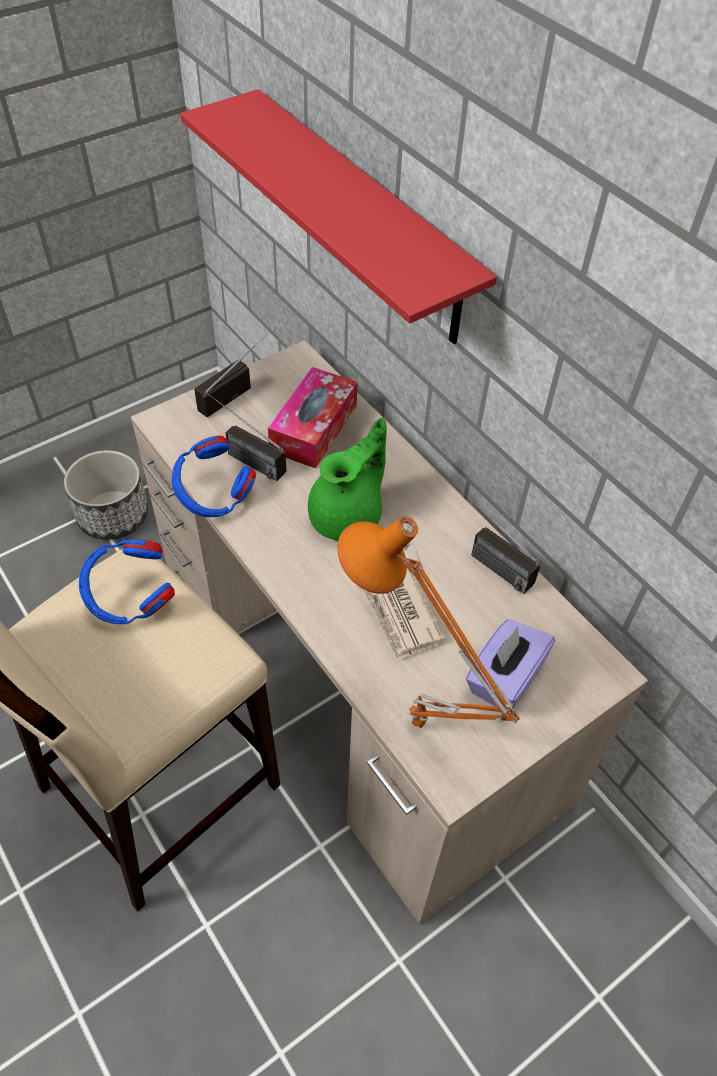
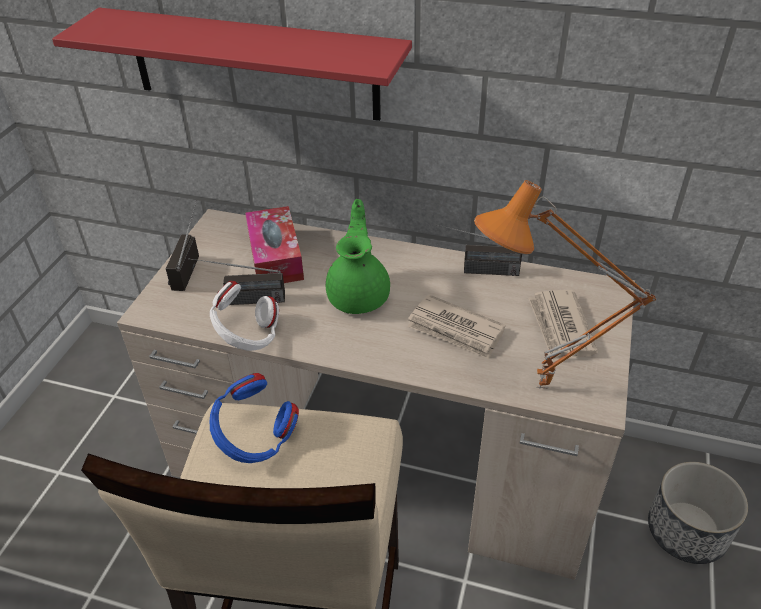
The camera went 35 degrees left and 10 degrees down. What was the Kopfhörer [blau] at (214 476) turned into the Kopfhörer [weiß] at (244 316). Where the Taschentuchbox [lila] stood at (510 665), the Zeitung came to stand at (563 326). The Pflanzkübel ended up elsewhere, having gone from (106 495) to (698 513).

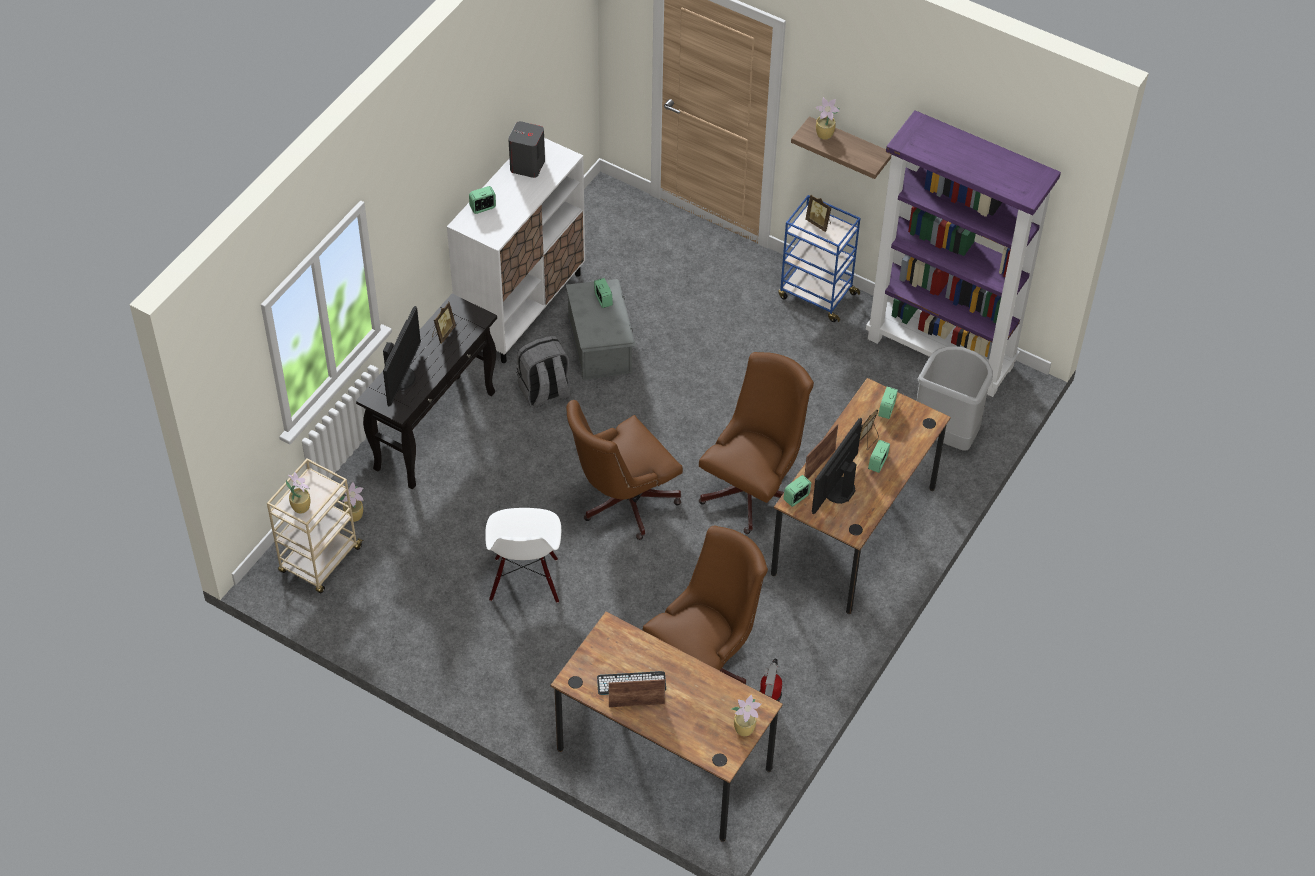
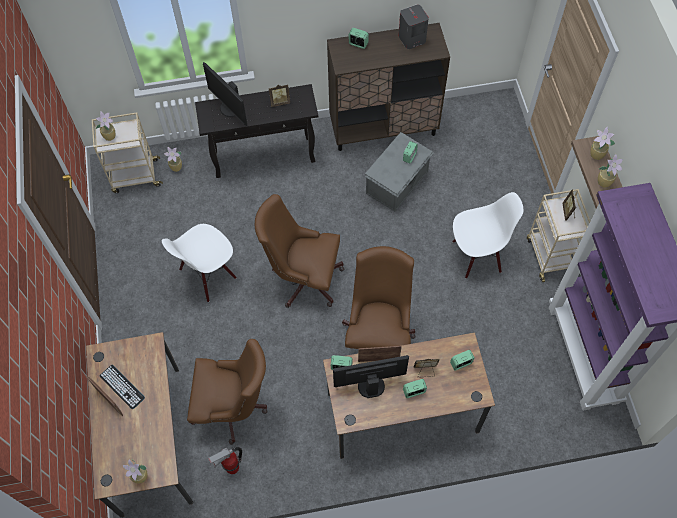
The camera went 50 degrees right and 10 degrees up. The Monitor at (402 356) ended up facing another way, 75 degrees clockwise from before. What was the Schrank [weiß] at (516 250) turned into the Schrank [braun] at (388 87). The Bürostuhl [braun] at (756 443) ended up facing another way, 75 degrees counterclockwise from before. The second view gained the Stuhl [weiß] at (487 235). What was the Rollwagen [blau] at (819 258) turned into the Rollwagen [beige] at (558 235). The second view gained the Topfpflanze at (610 171). The second view lost the Rucksack [grau] at (544 372). The second view lost the Mülleimer [grau] at (954 398).

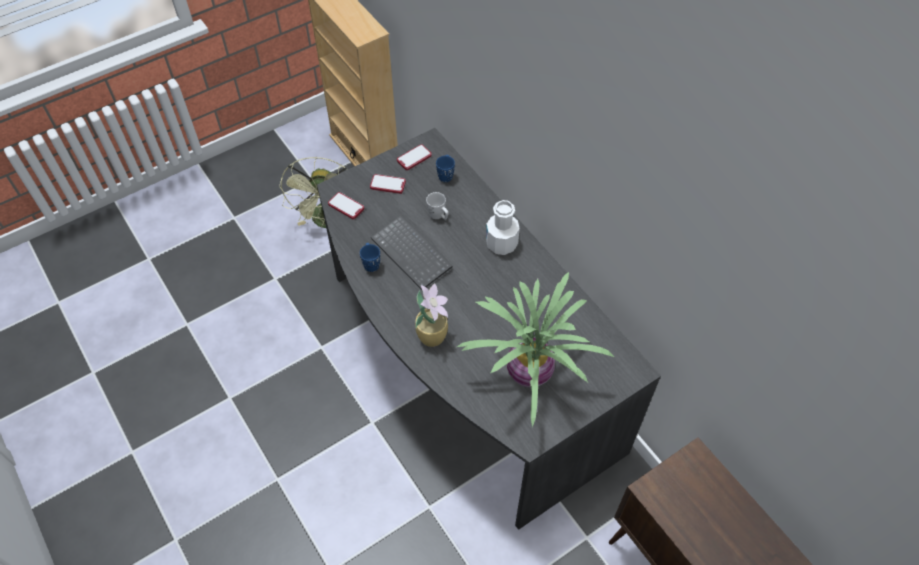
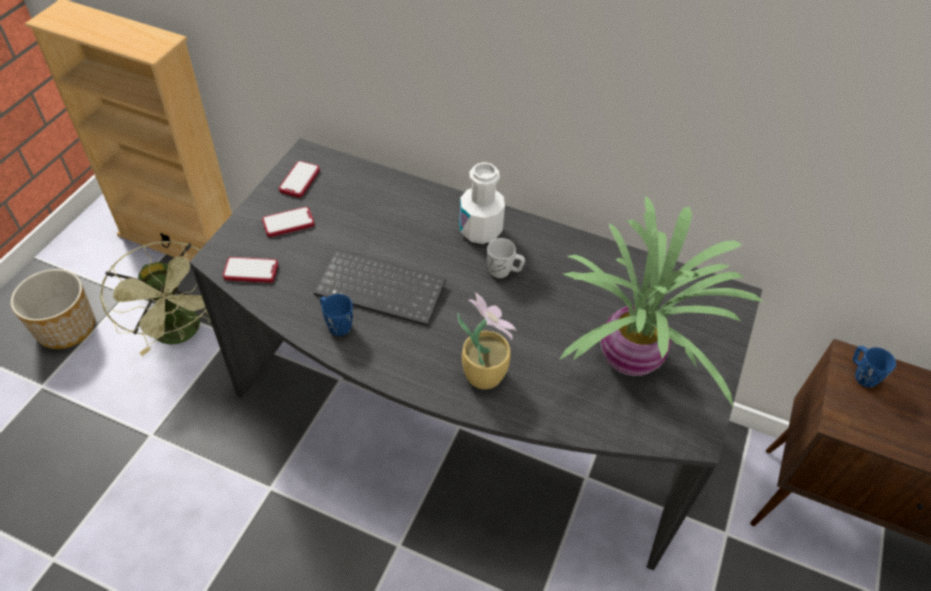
The camera went 35 degrees left and 5 degrees down. The second view gained the Pflanzkübel at (53 309). The Henkelbecher [weiß] ended up elsewhere, having gone from (437 206) to (506 258). The Henkelbecher [blau] ended up elsewhere, having gone from (445 168) to (874 367).

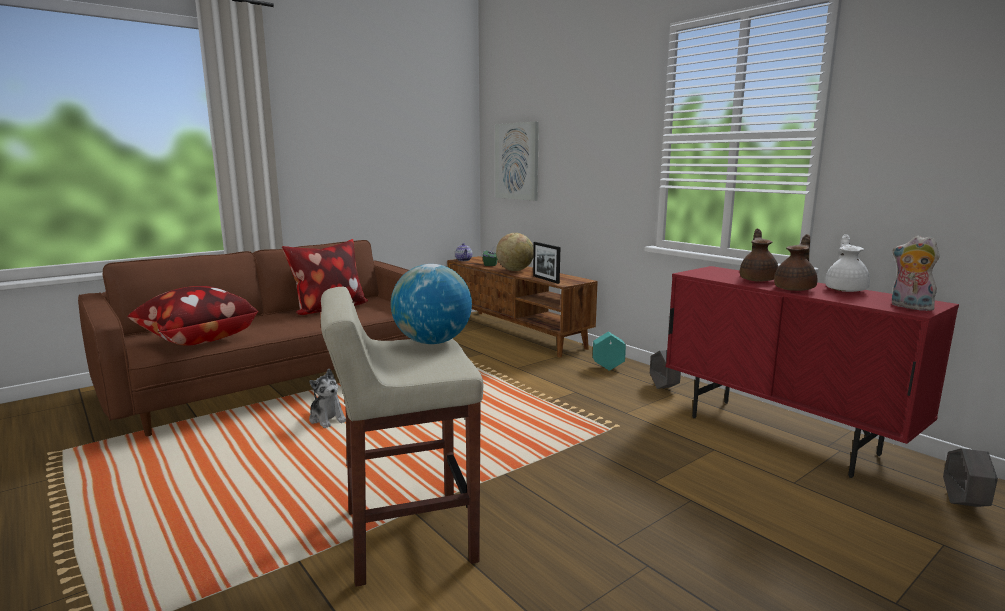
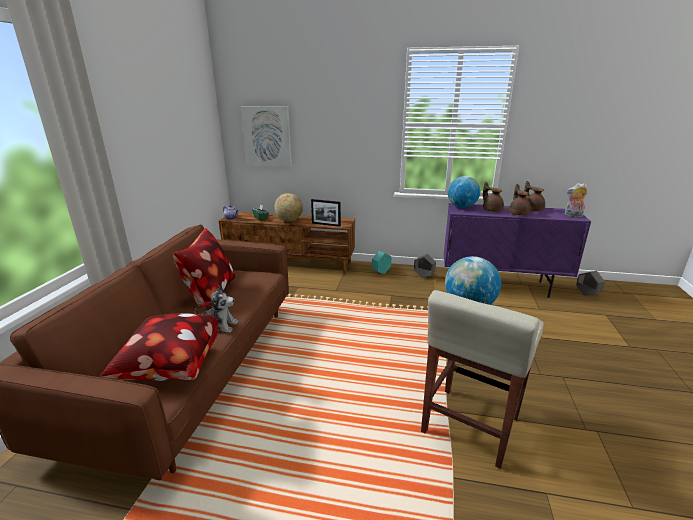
The camera went 40 degrees left and 10 degrees up. The Plüschtier ended up elsewhere, having gone from (327 398) to (216 309). What was the Schrank [rot] at (812 372) turned into the Schrank [lila] at (517 250). The second view gained the Globus at (464 192). What was the Teekanne [weiß] at (847 263) turned into the Teekanne [braun] at (534 196).

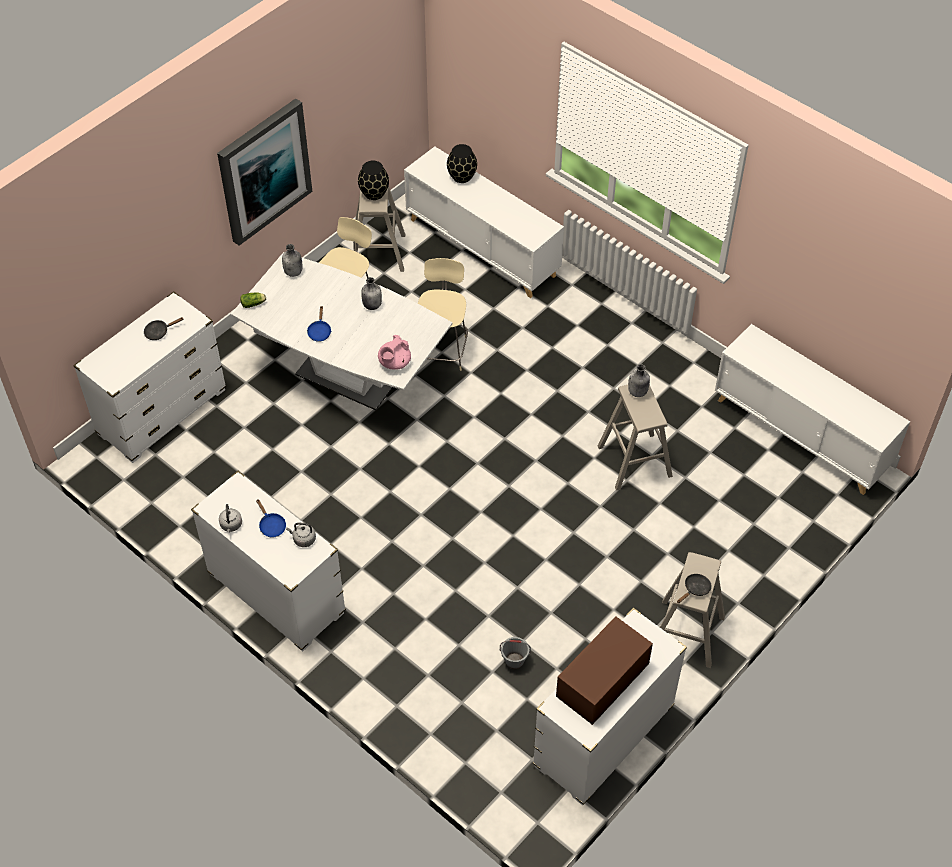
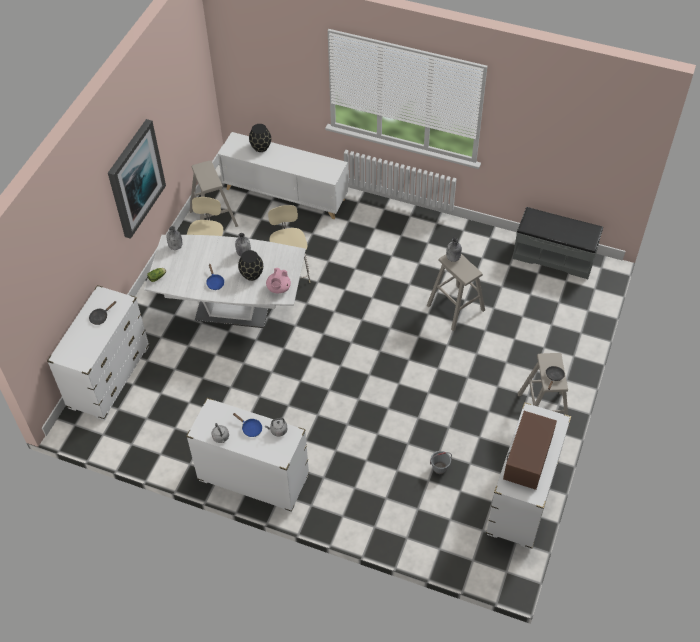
The camera went 20 degrees left and 0 degrees up. The Vase [schwarz] ended up elsewhere, having gone from (373 180) to (250 265). Where the Schrank [weiß] stood at (812 409), the Bank [grau] came to stand at (558 243).

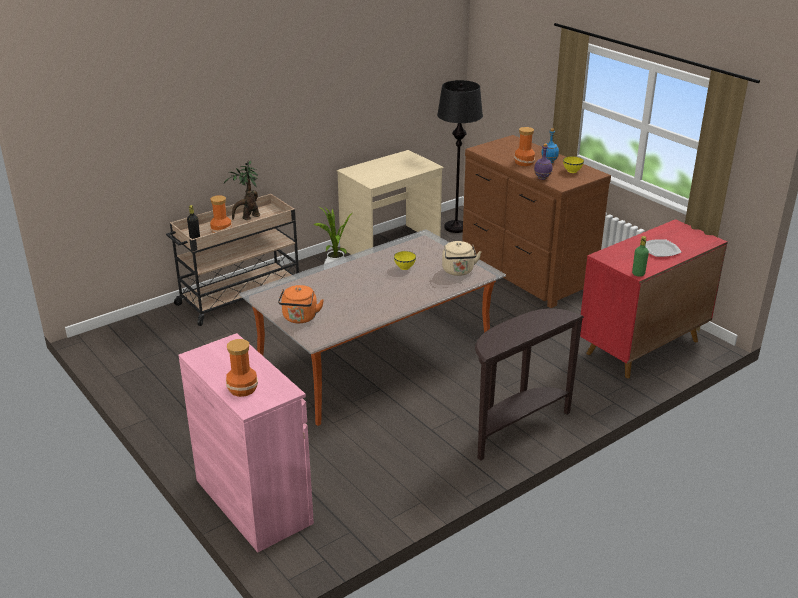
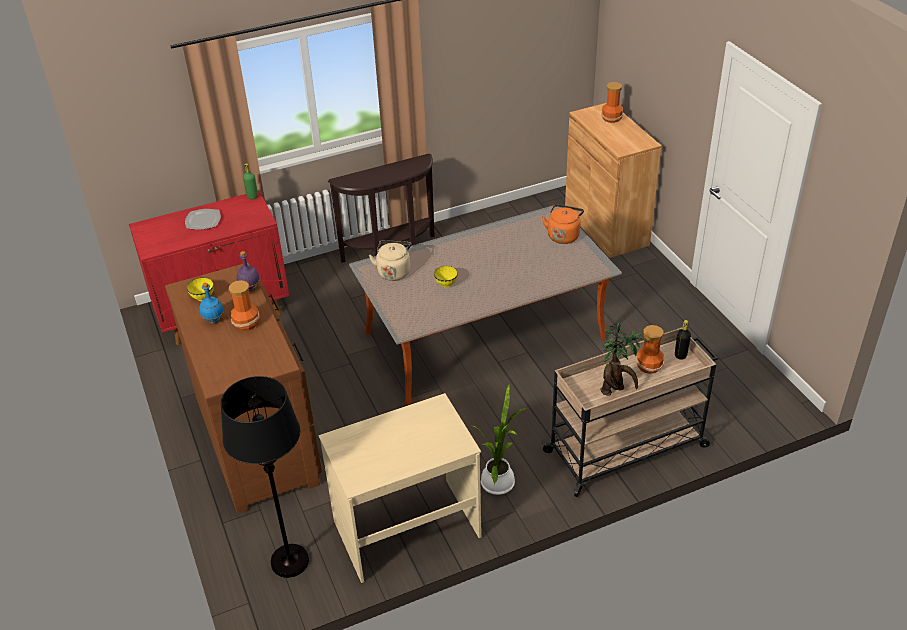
The camera went 165 degrees left and 10 degrees up. What was the Schrank [rosa] at (246 443) turned into the Schrank [braun] at (613 180).

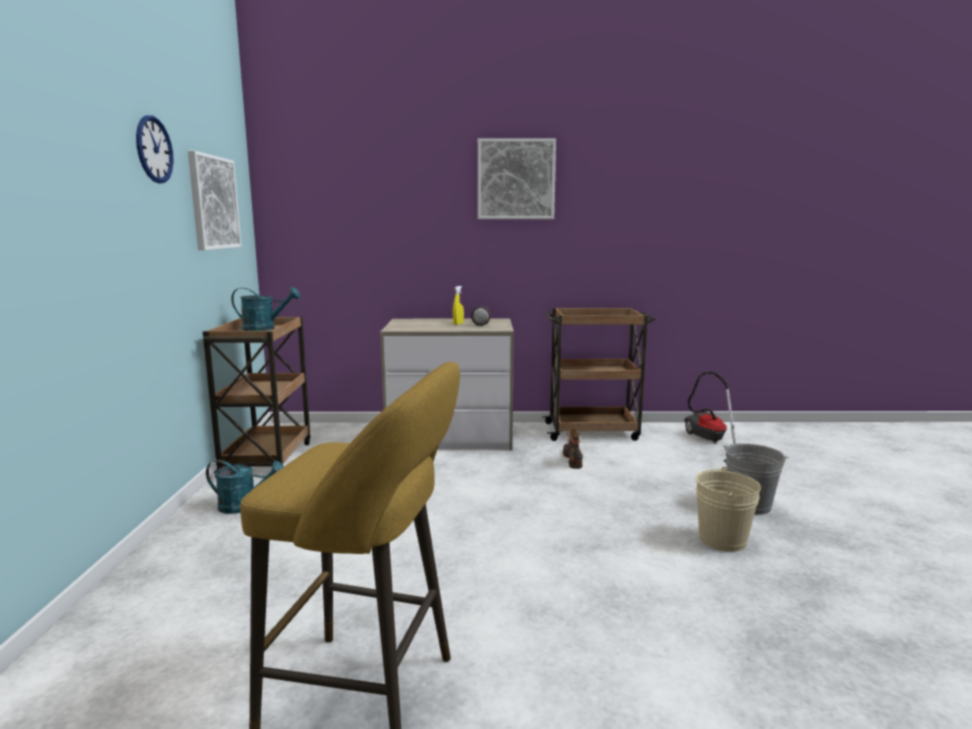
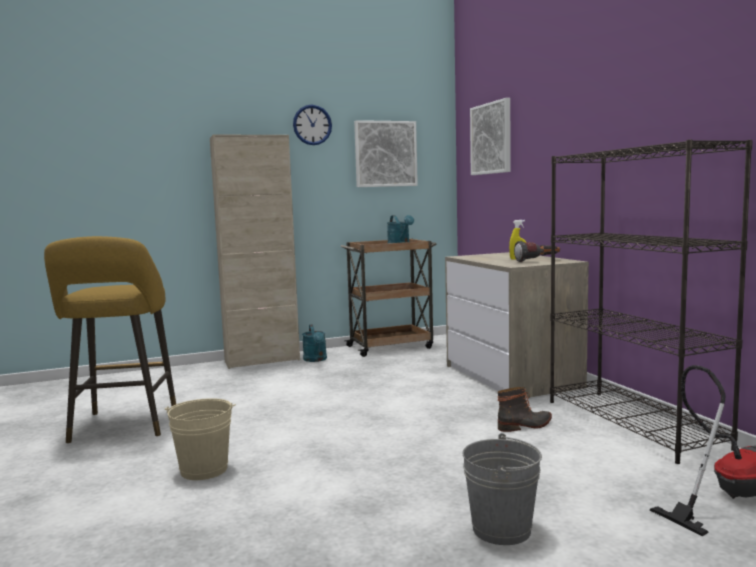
The camera went 70 degrees right and 5 degrees down. The Eimer [beige] ended up elsewhere, having gone from (728 509) to (200 439). The second view gained the Schrank [beige] at (255 251). The Bild ended up elsewhere, having gone from (517 178) to (490 136). Where the Rollwagen [braun] stood at (598 374), the Bücherregal [schwarz] came to stand at (651 302).

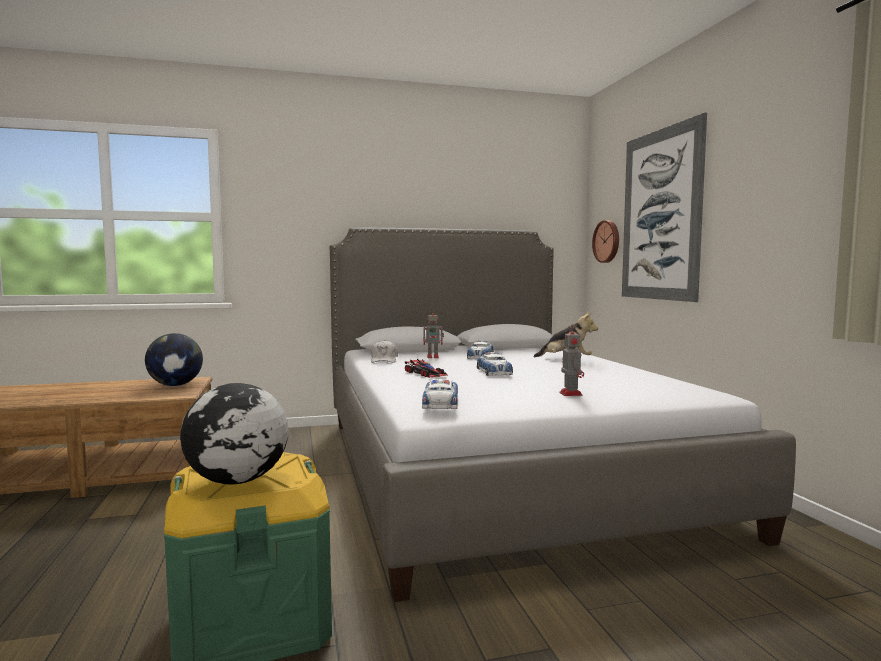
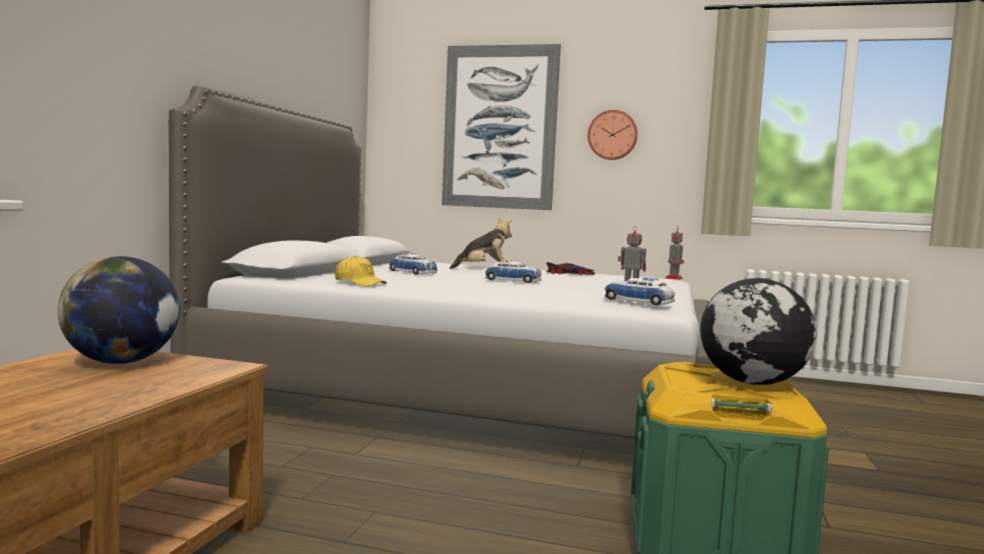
The camera went 60 degrees left and 0 degrees up. What was the Kappe [weiß] at (384 351) turned into the Kappe [gelb] at (361 271). The Spielzeugauto ended up elsewhere, having gone from (426 368) to (570 268). The Wanduhr ended up elsewhere, having gone from (605 241) to (613 135). The Spielzeugroboter ended up elsewhere, having gone from (433 333) to (674 253).

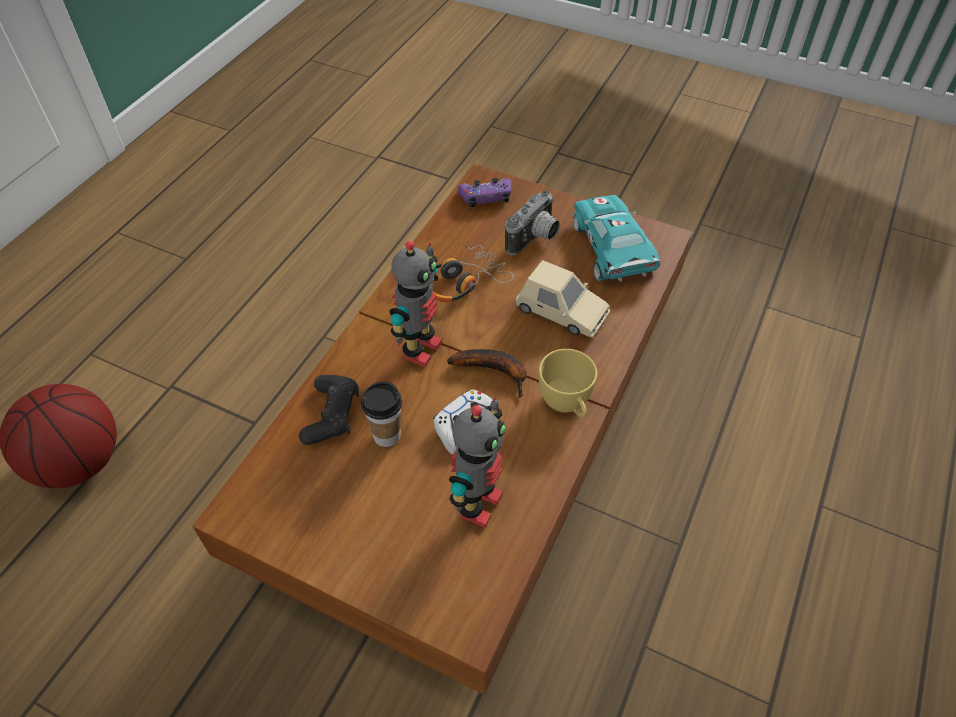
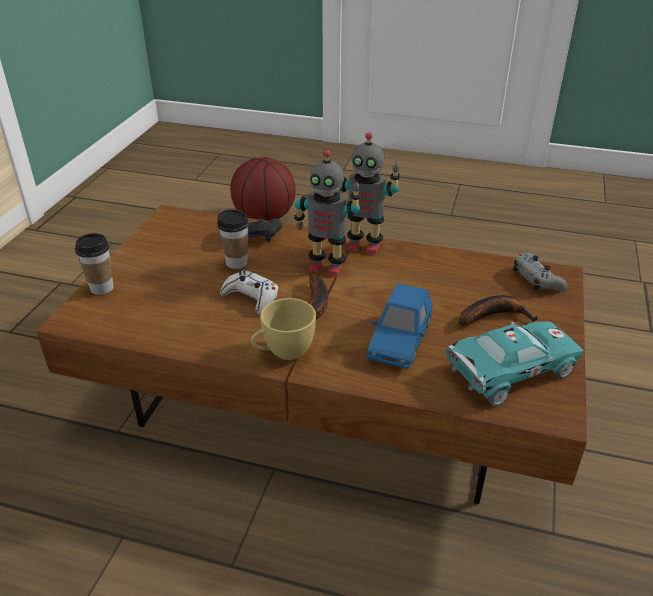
The camera went 80 degrees right and 15 degrees down. The second view gained the Tasse at (94 264). The Spielzeugroboter ended up elsewhere, having gone from (477 462) to (369 193). What was the Spielzeugauto [beige] at (563 299) turned into the Spielzeugauto [blau] at (399 326). Where the Kamera stood at (532 222), the Banane came to stand at (499 310). What was the Gamepad [lila] at (485 192) turned into the Gamepad [grau] at (540 272). The second view lost the Kopfhörer at (473 272).

